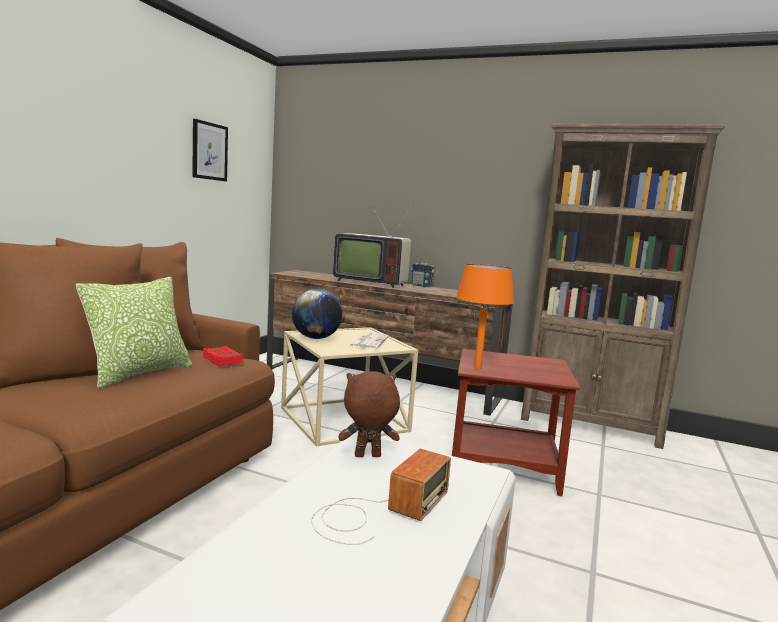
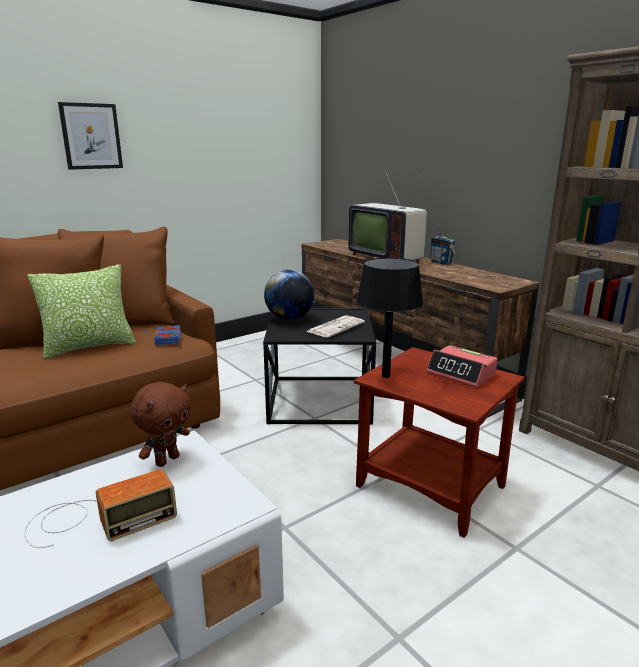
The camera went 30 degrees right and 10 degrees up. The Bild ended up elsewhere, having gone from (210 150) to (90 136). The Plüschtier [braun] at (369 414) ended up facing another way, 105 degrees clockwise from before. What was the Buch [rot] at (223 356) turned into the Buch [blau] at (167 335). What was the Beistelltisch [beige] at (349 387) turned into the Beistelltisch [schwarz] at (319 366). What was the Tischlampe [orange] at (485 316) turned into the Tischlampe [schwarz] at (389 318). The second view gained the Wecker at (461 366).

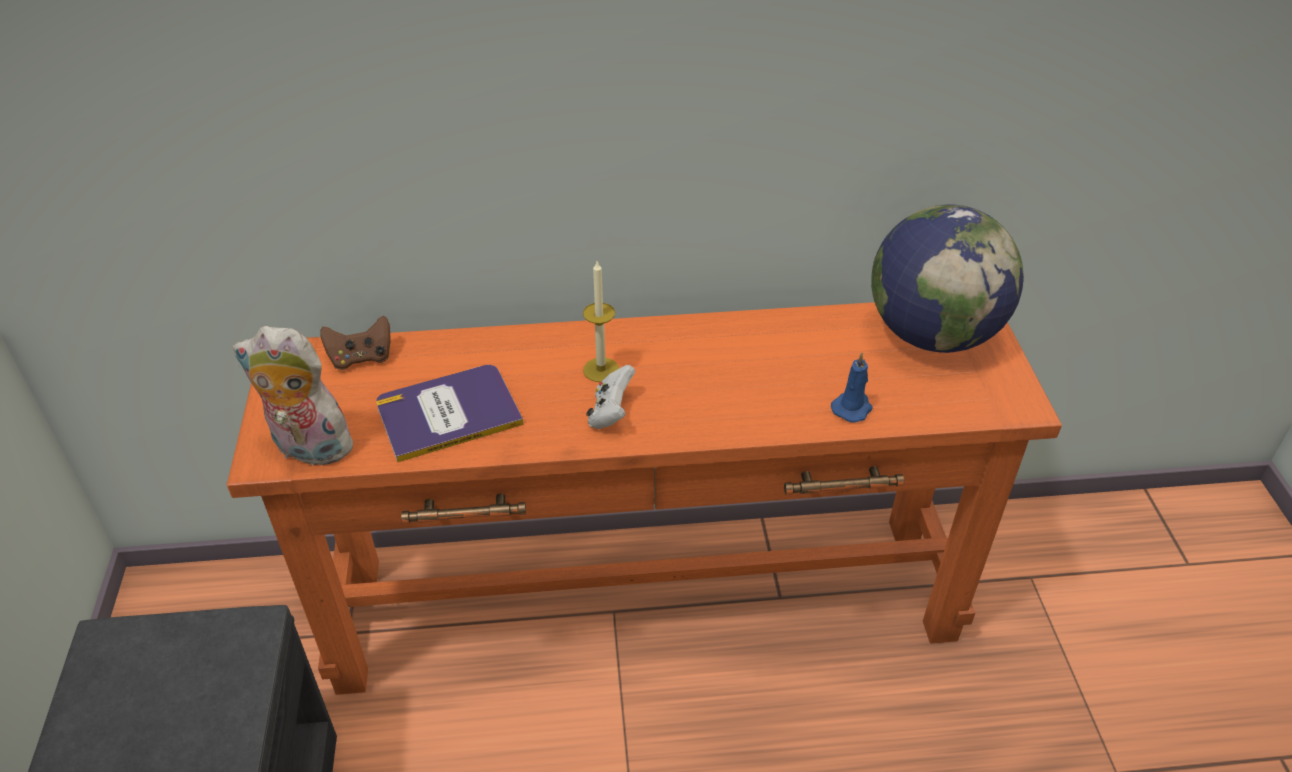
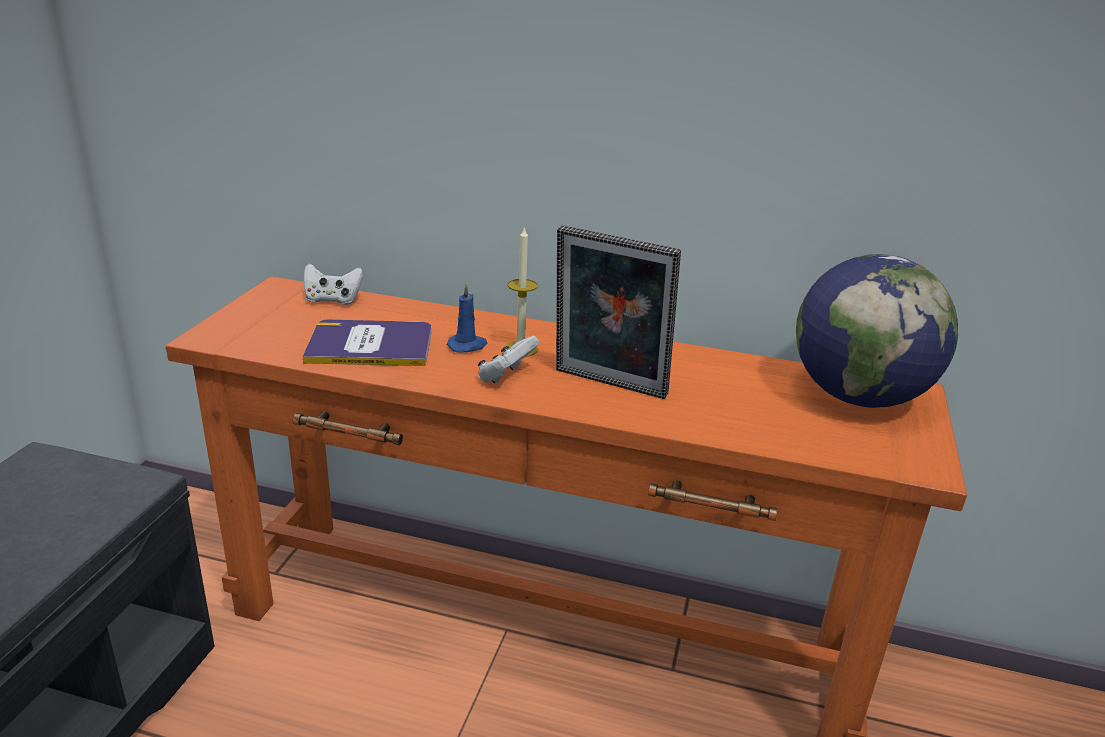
The camera went 20 degrees right and 15 degrees down. What was the Gamepad [braun] at (355 342) turned into the Gamepad [weiß] at (333 284). The Kerze [blau] ended up elsewhere, having gone from (852 388) to (467 318). The second view gained the Bilderrahmen at (618 312). The second view lost the Plüschtier at (297 396).

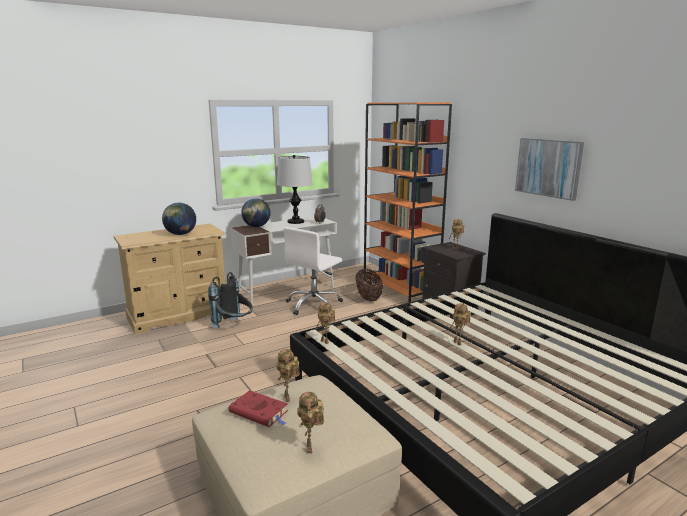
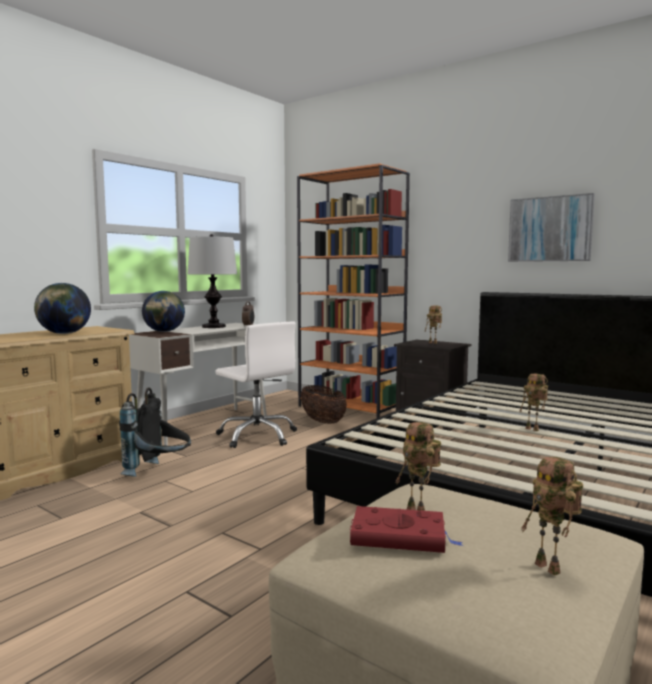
The camera went 20 degrees left and 10 degrees down. The Bürostuhl [weiß] at (313 271) ended up facing another way, 60 degrees counterclockwise from before. The second view lost the Spielzeugroboter at (325 323).

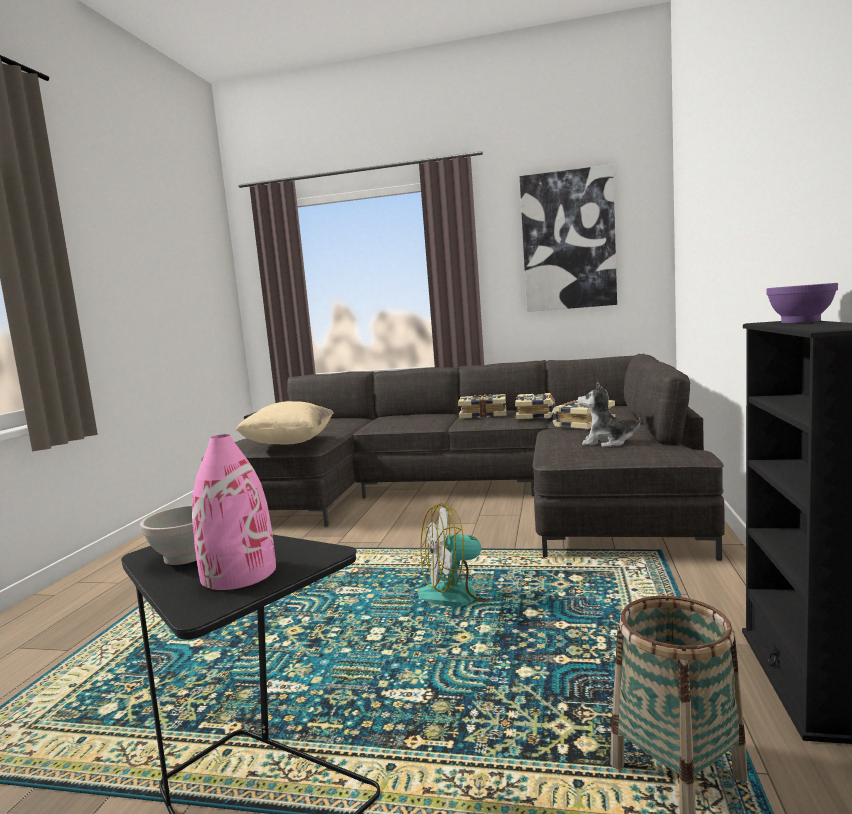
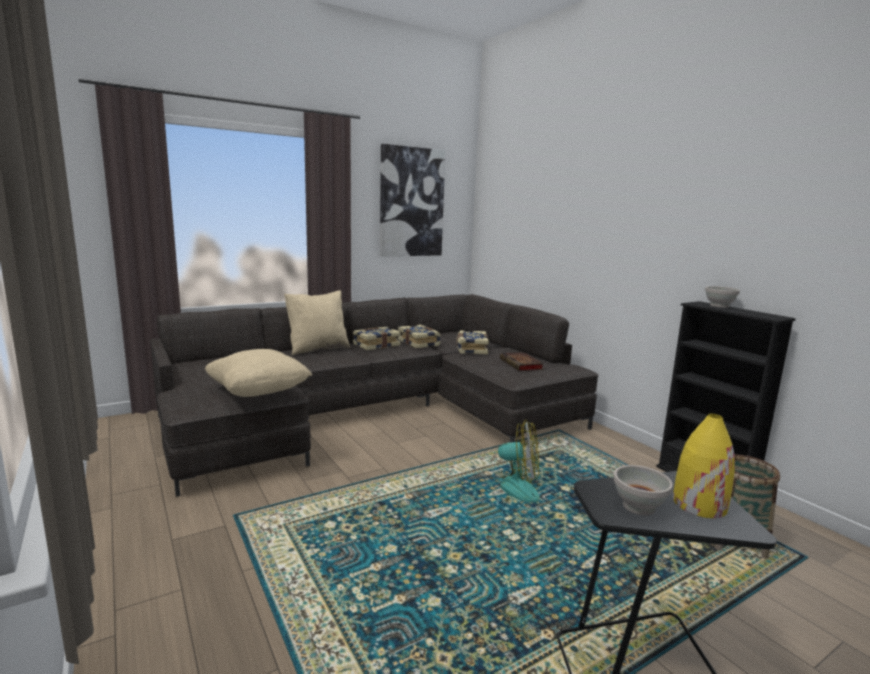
The camera went 45 degrees left and 5 degrees up. The second view gained the Kissen [beige] at (317 323). The Ventilator at (460 555) ended up facing another way, 105 degrees counterclockwise from before. Where the Plüschtier stood at (609 414), the Buch came to stand at (522 361). What was the Vase [rosa] at (234 512) turned into the Vase [gelb] at (704 466). What was the Schüssel [lila] at (802 303) turned into the Schüssel [weiß] at (722 297).

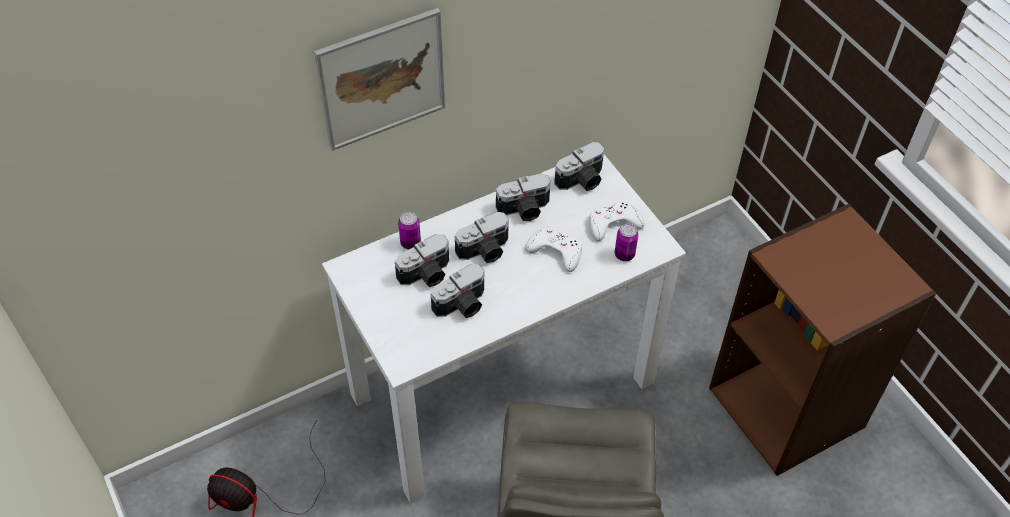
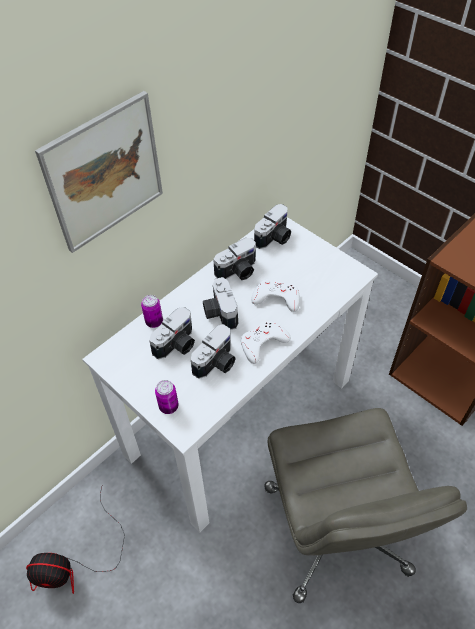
The camera went 15 degrees left and 0 degrees up. The Dose ended up elsewhere, having gone from (626 242) to (167 397). The Kamera at (482 237) ended up facing another way, 120 degrees clockwise from before. The Gamepad [weiß] ended up elsewhere, having gone from (617 221) to (266 342).

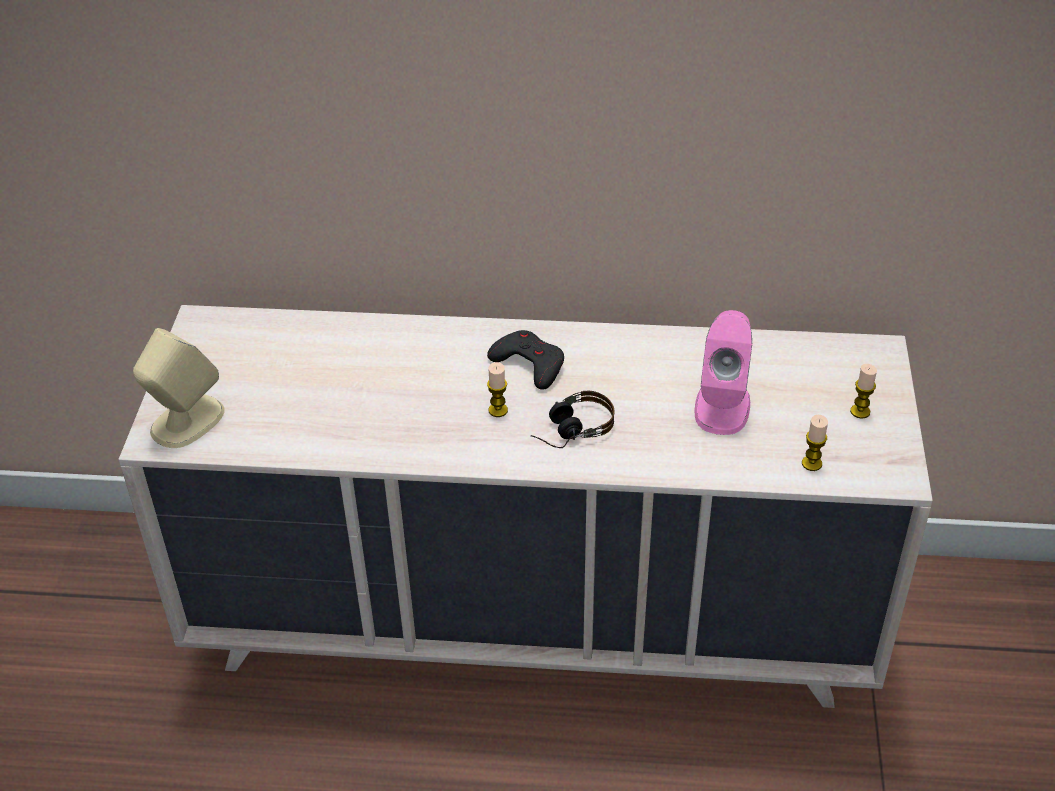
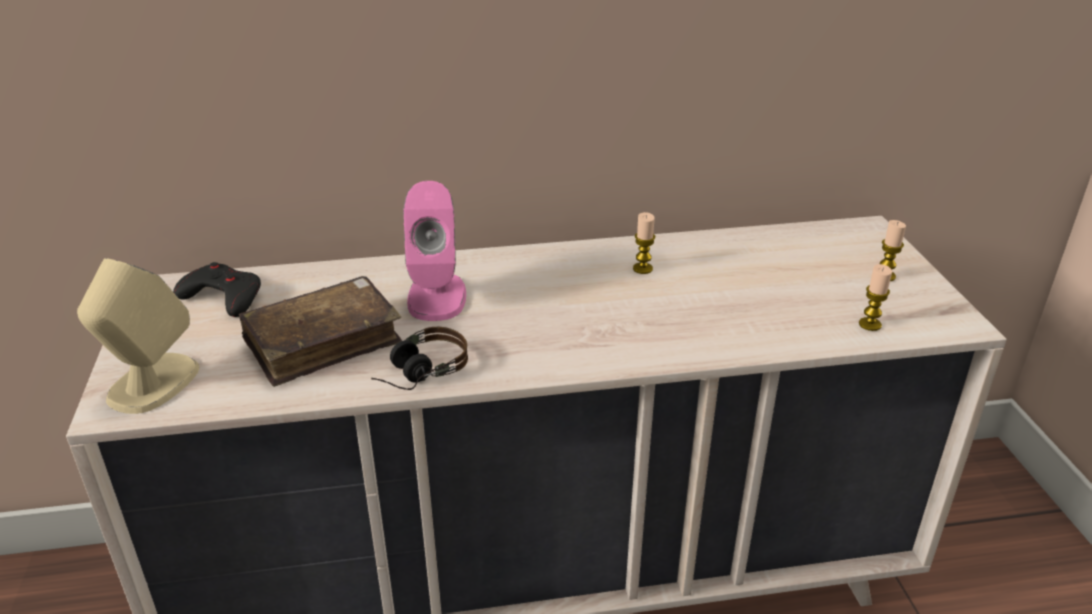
The camera went 15 degrees left and 10 degrees down. The Gamepad [schwarz] ended up elsewhere, having gone from (525 360) to (217 289). The second view gained the Buch [braun] at (320 331). The Kopfhörer ended up elsewhere, having gone from (572 419) to (419 358). The Lautsprecher [rosa] ended up elsewhere, having gone from (723 372) to (434 251). The Kerze ended up elsewhere, having gone from (497 389) to (644 243).

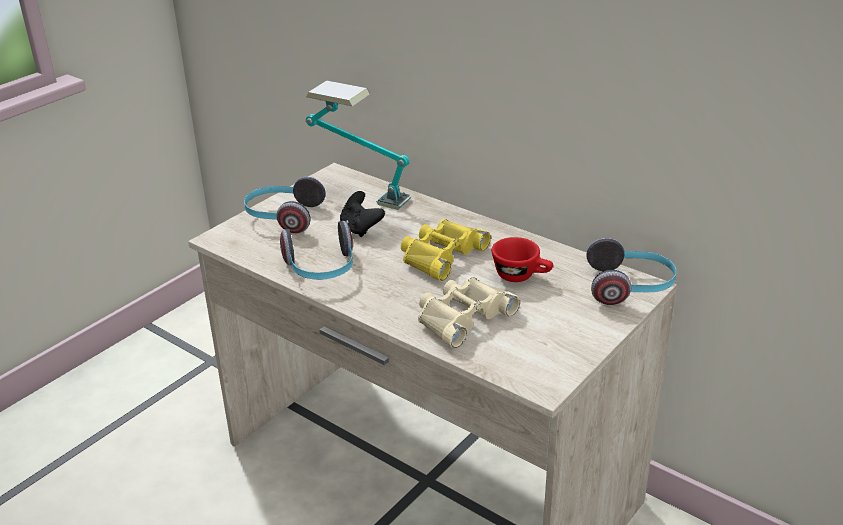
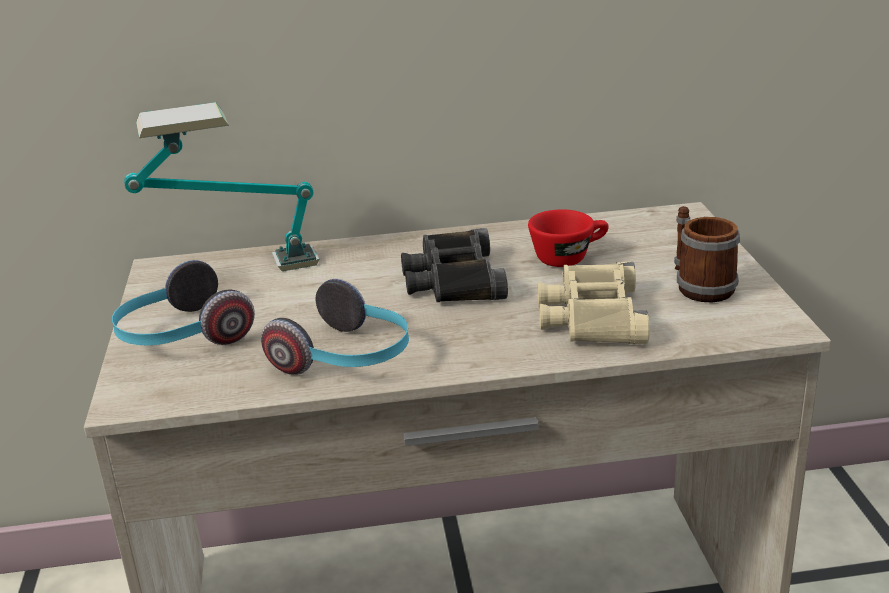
The camera went 45 degrees left and 5 degrees down. What was the Fernglas [gelb] at (446 250) turned into the Fernglas [schwarz] at (454 265). The second view gained the Henkelbecher at (707 254). The second view lost the Gamepad [schwarz] at (362 214). The second view lost the Kopfhörer at (631 271).

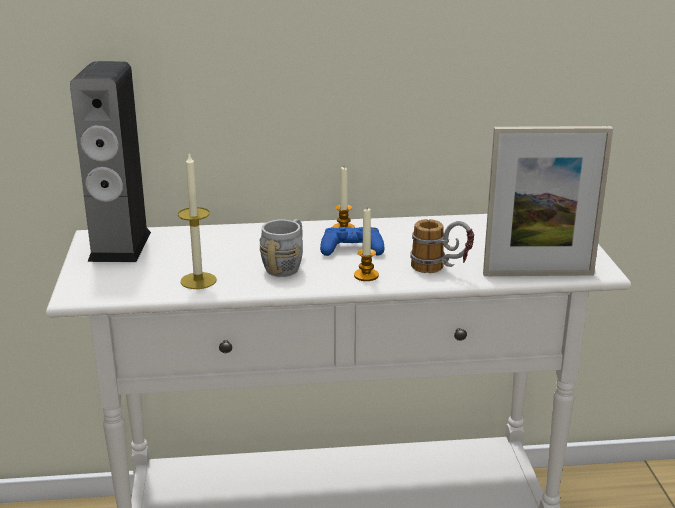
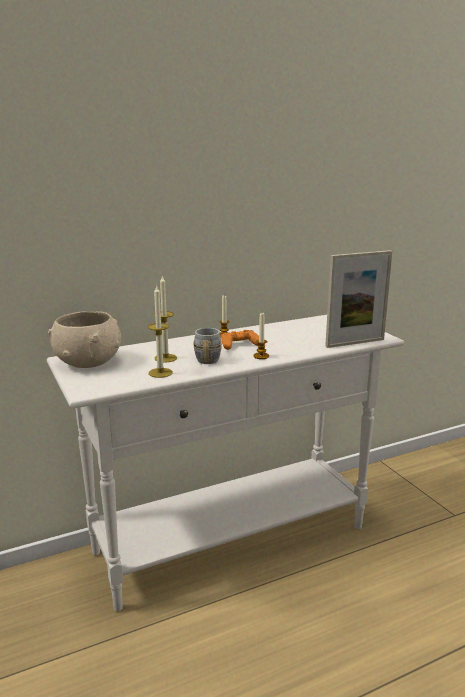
The camera went 20 degrees left and 5 degrees down. Where the Lautsprecher stood at (110 161), the Schüssel [beige] came to stand at (84 339). The second view gained the Kerze at (165 319). What was the Gamepad [blau] at (352 241) turned into the Gamepad [orange] at (240 340). The second view lost the Henkelbecher at (442 246).

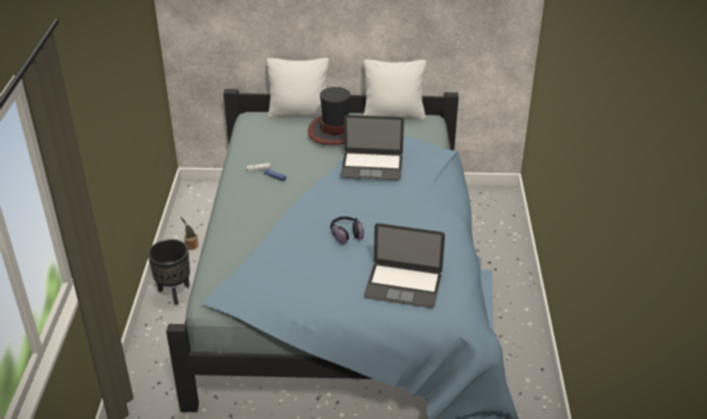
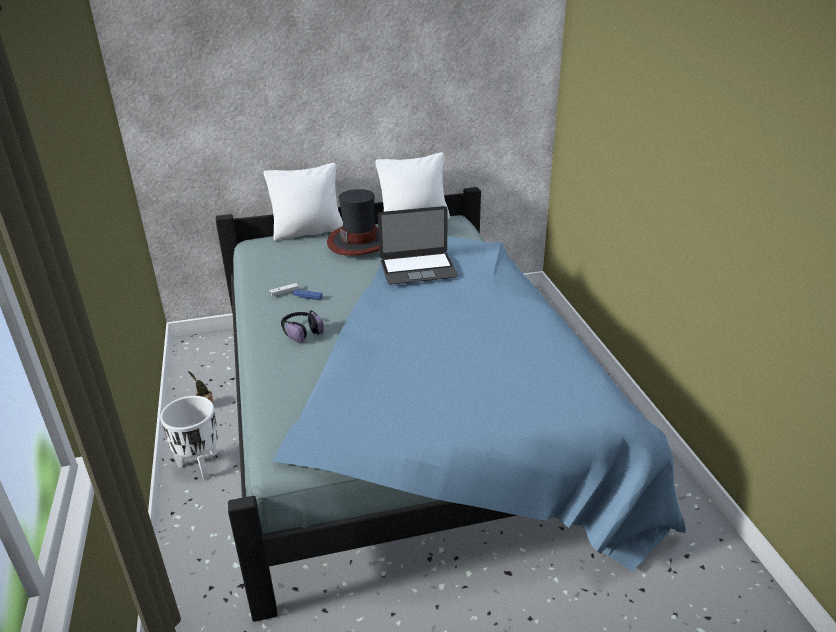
The camera went 15 degrees left and 5 degrees down. What was the Pflanzkübel [schwarz] at (169 272) turned into the Pflanzkübel [weiß] at (189 438). The Kopfhörer ended up elsewhere, having gone from (347 230) to (302 326). The second view lost the Laptop at (404 265).

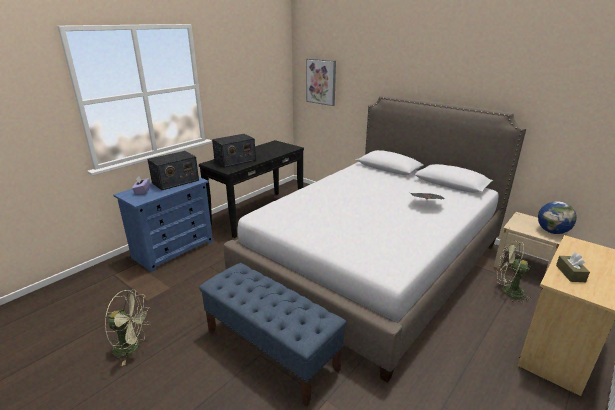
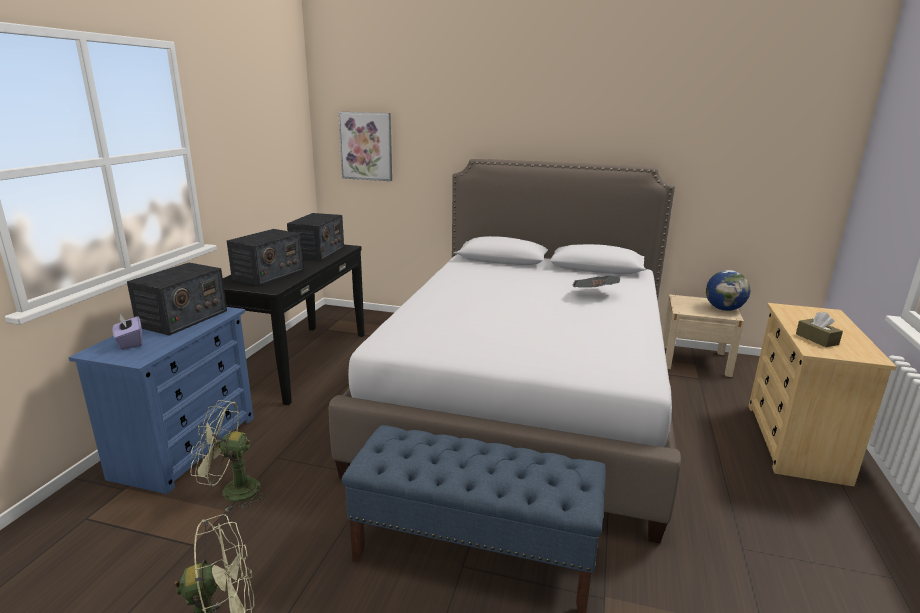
The camera went 25 degrees left and 5 degrees down. The Ventilator [grün] ended up elsewhere, having gone from (513 271) to (229 456). The second view gained the Radio at (315 237).

